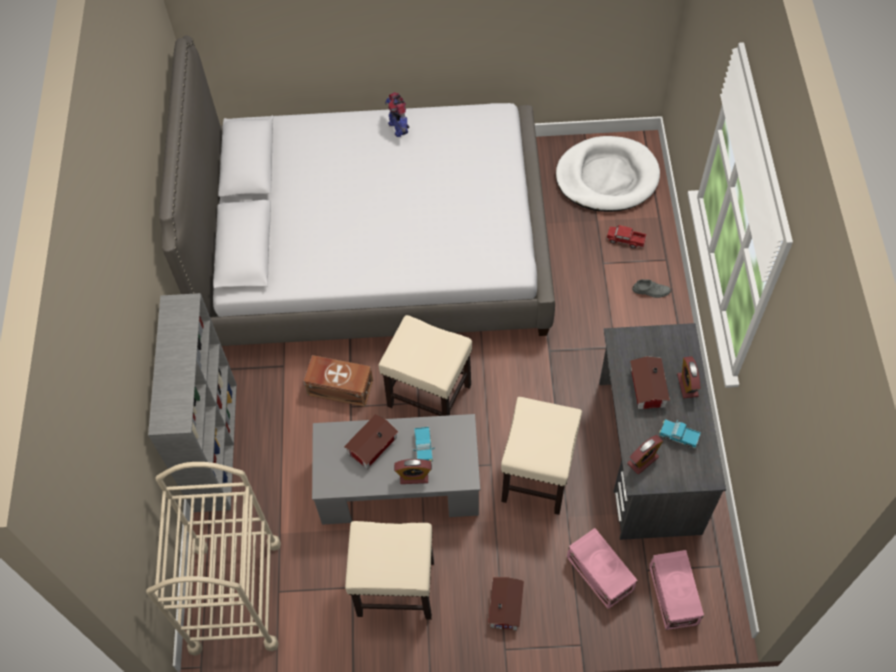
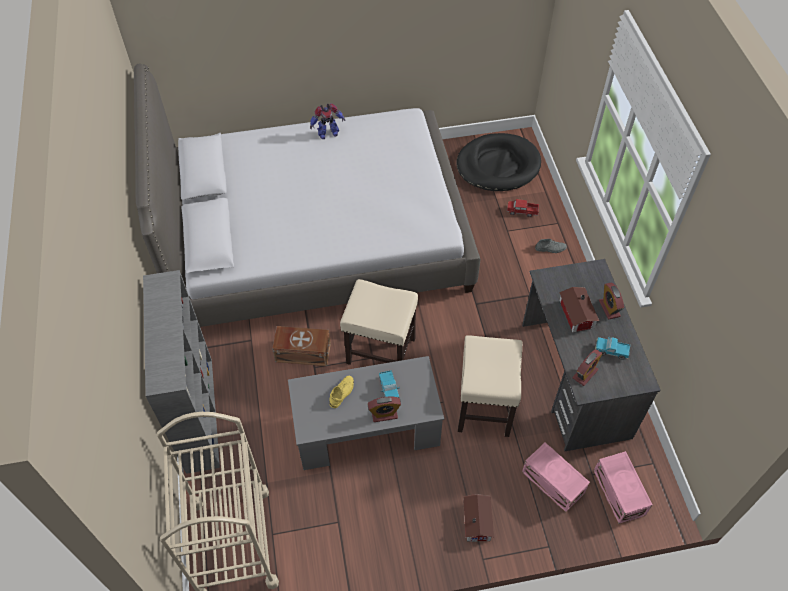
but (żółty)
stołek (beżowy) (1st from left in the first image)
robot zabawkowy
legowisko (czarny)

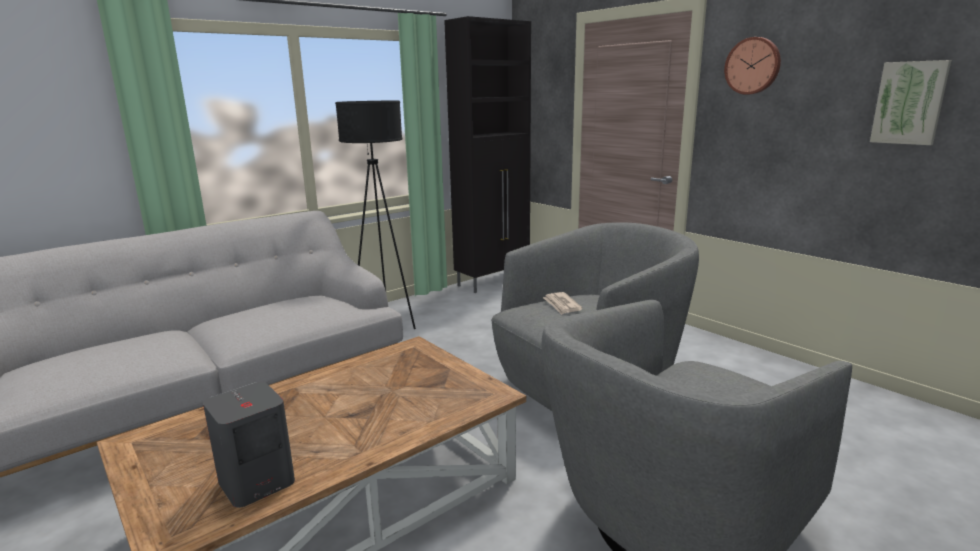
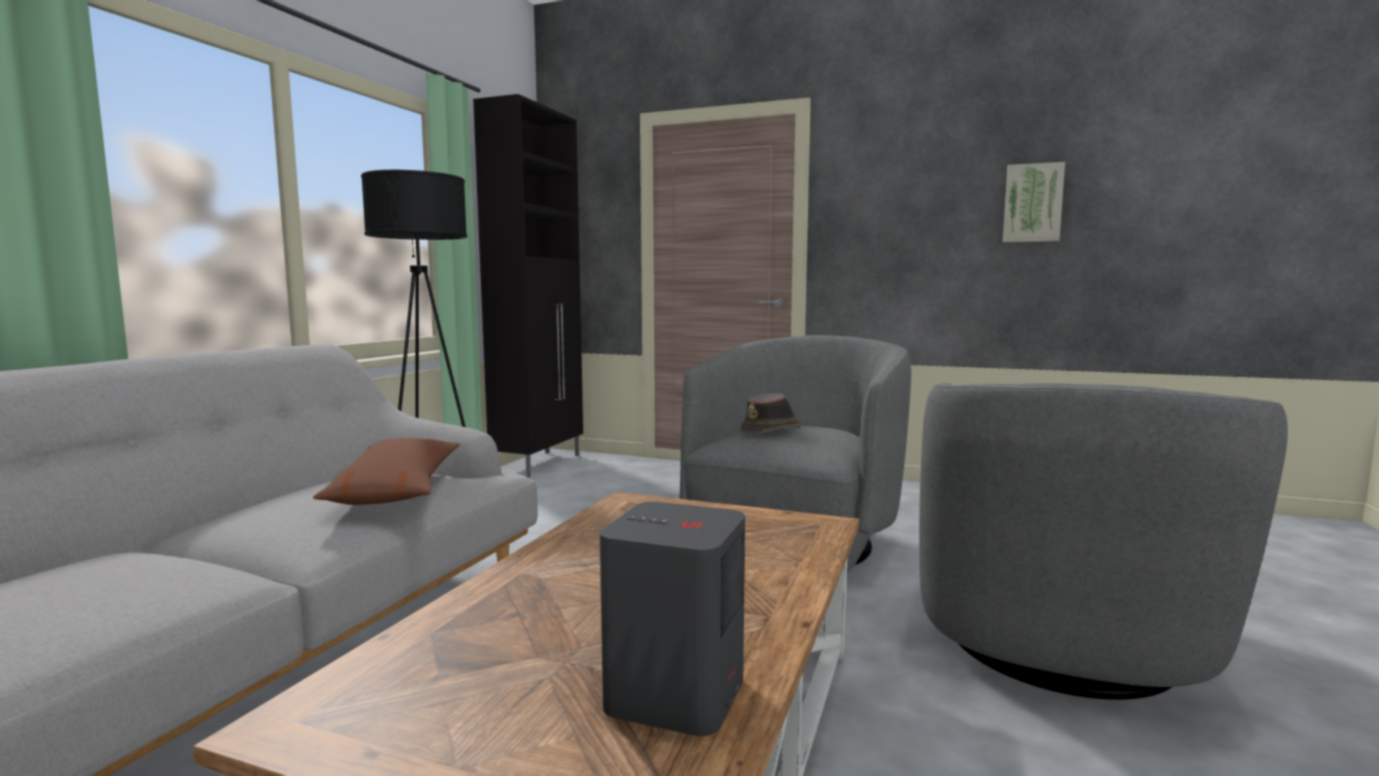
kapelusz (brązowy)
zegar ścienny
poduszka (brązowy)

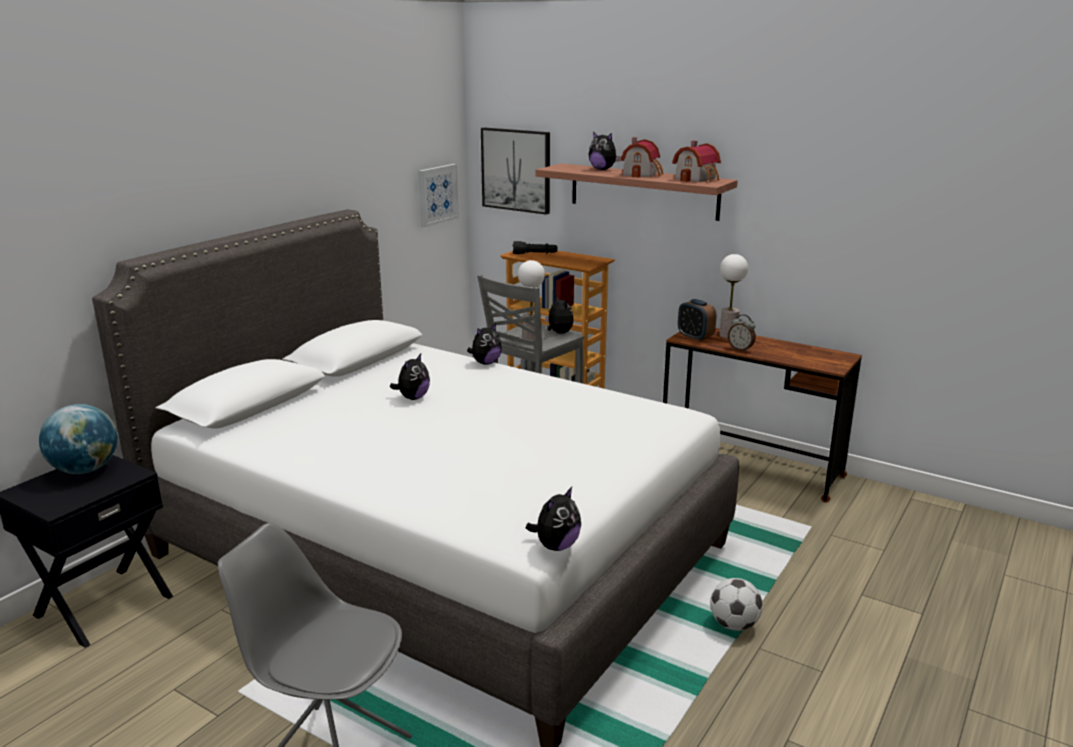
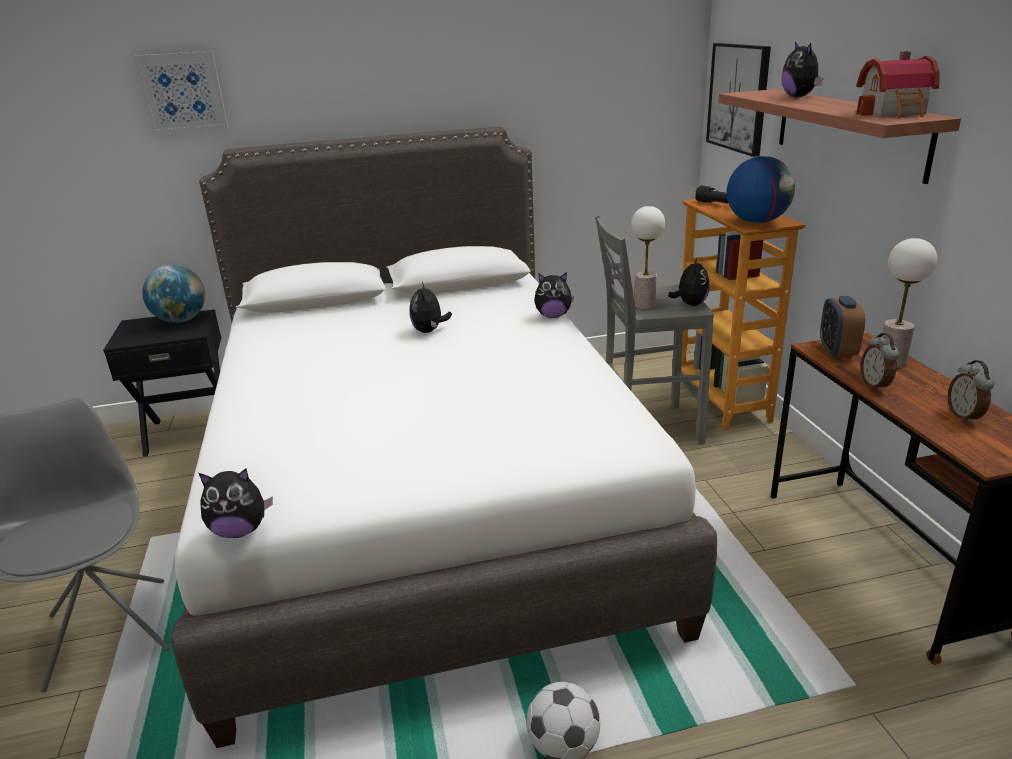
pluszak (2nd from left)
obraz (1st from left)
domek (1st from left in the first image)
globus (2nd from left)
budzik (3rd from left)

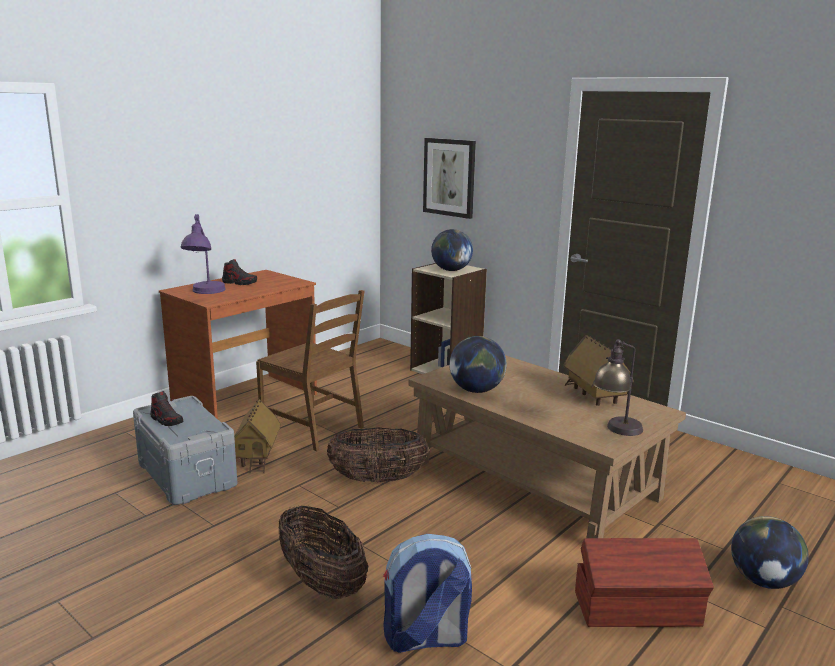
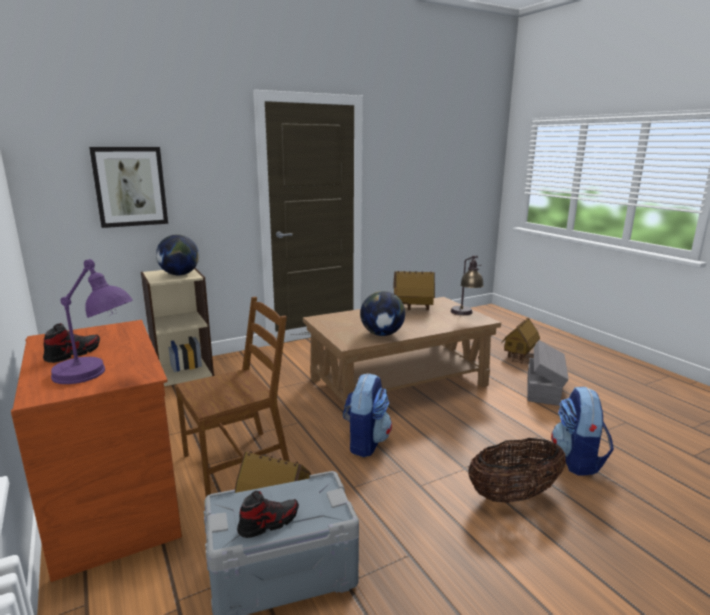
plecak (1st from left)
pojemnik do przechowywania (szary) (2nd from left)
domek (3rd from left)

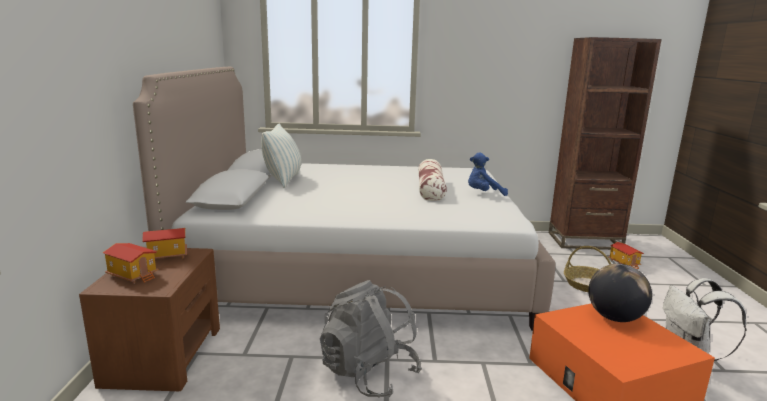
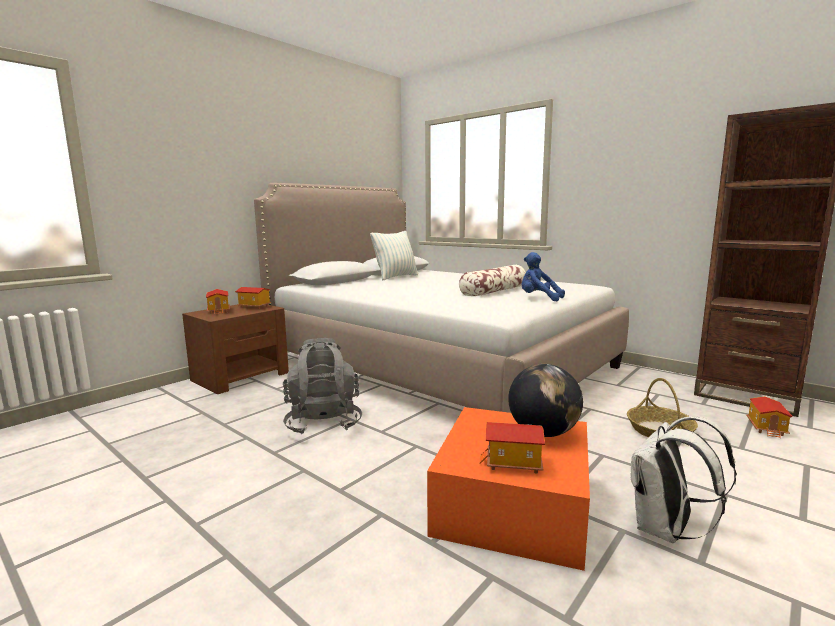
domek (3rd from left)

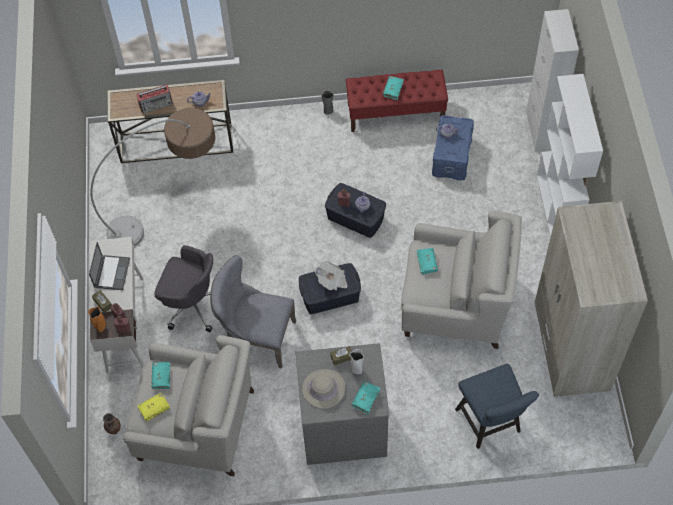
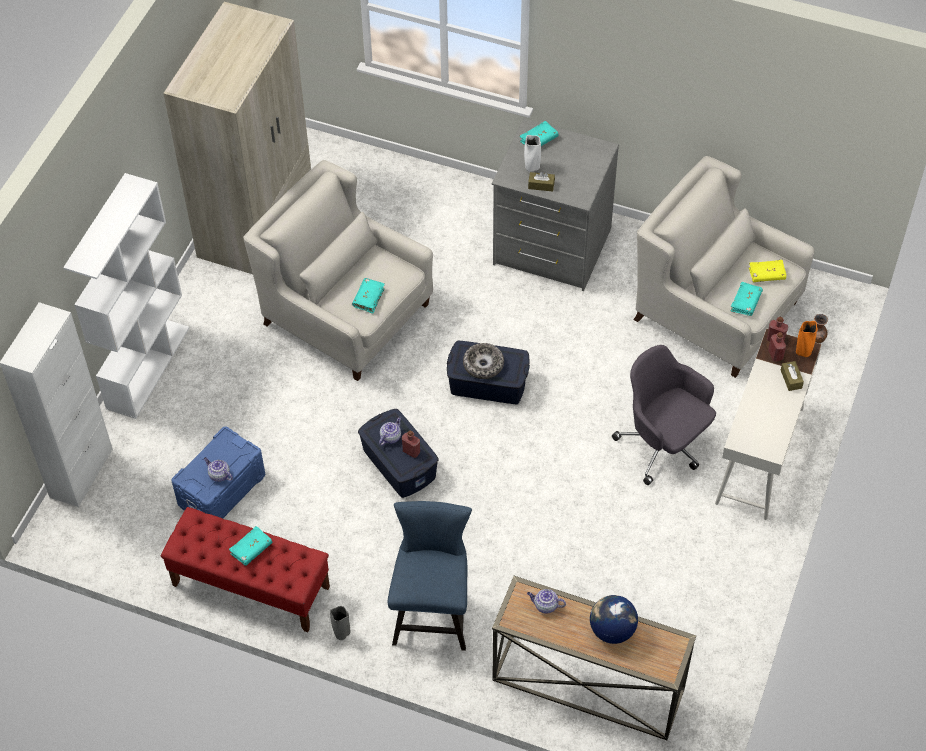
laptop
lampa stojąca
globus
krzesło (szary)
kapelusz (beżowy)
miska
krzesło (niebieski)

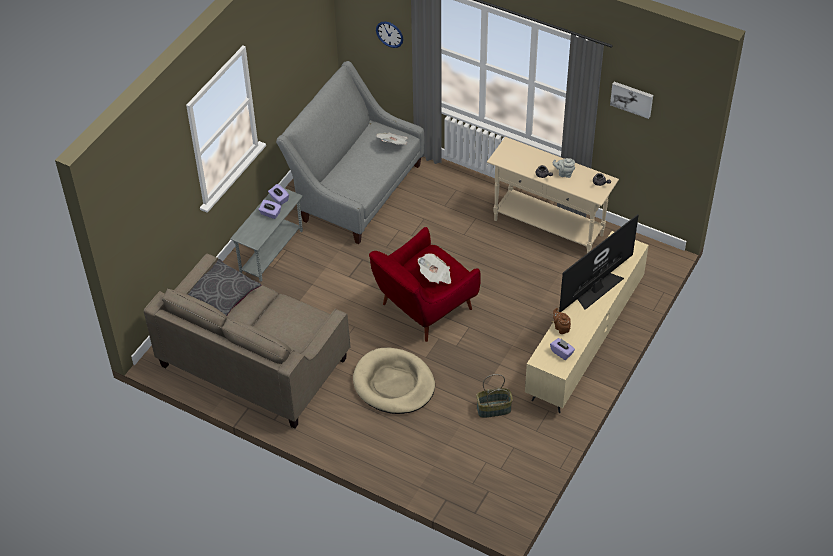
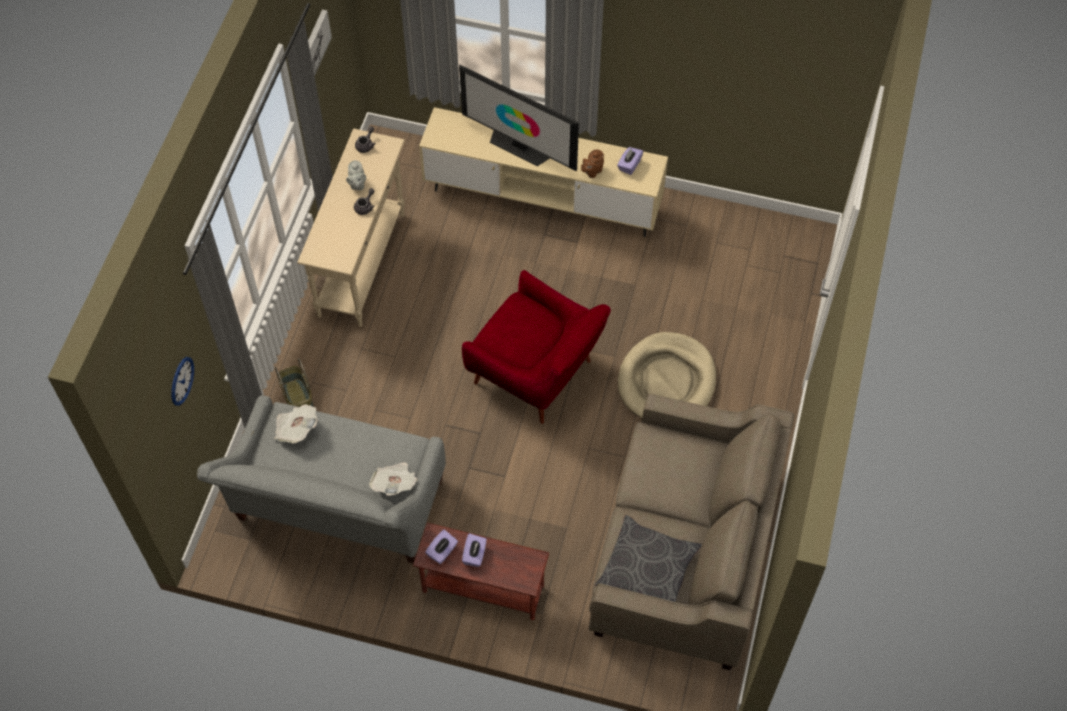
stolik (brązowy)
gazeta (2nd from left)
koszyk

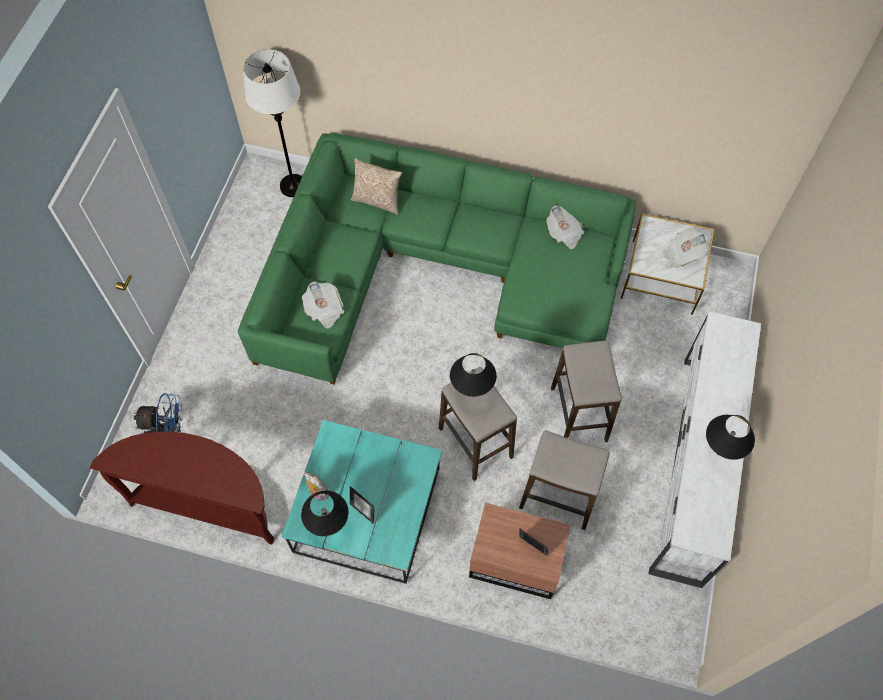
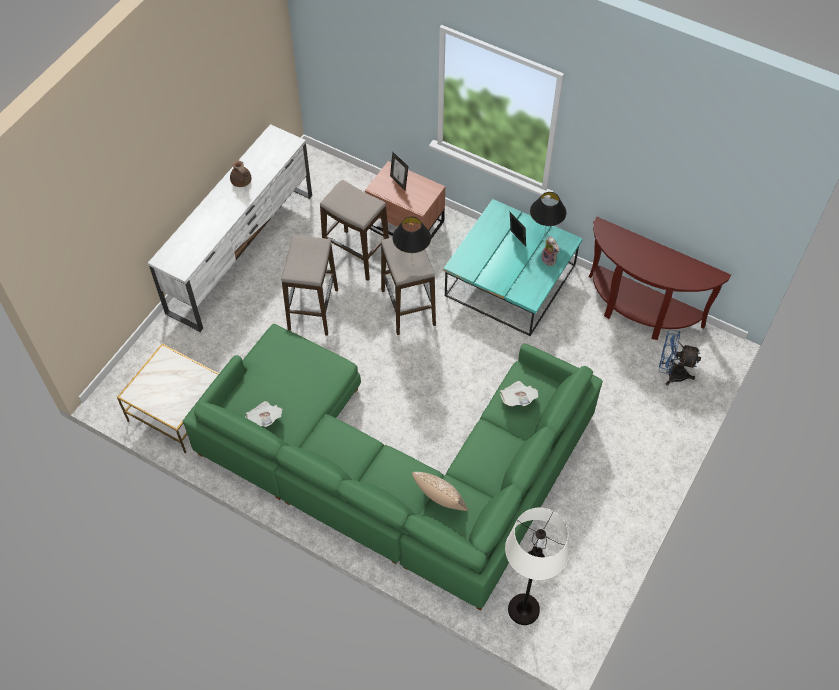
gazeta (3rd from left in the first image)
imbryk (brązowy)

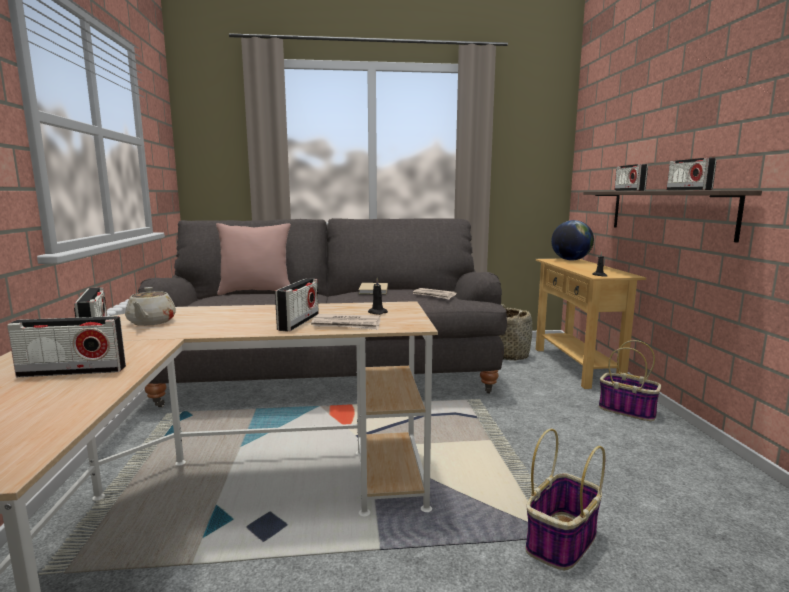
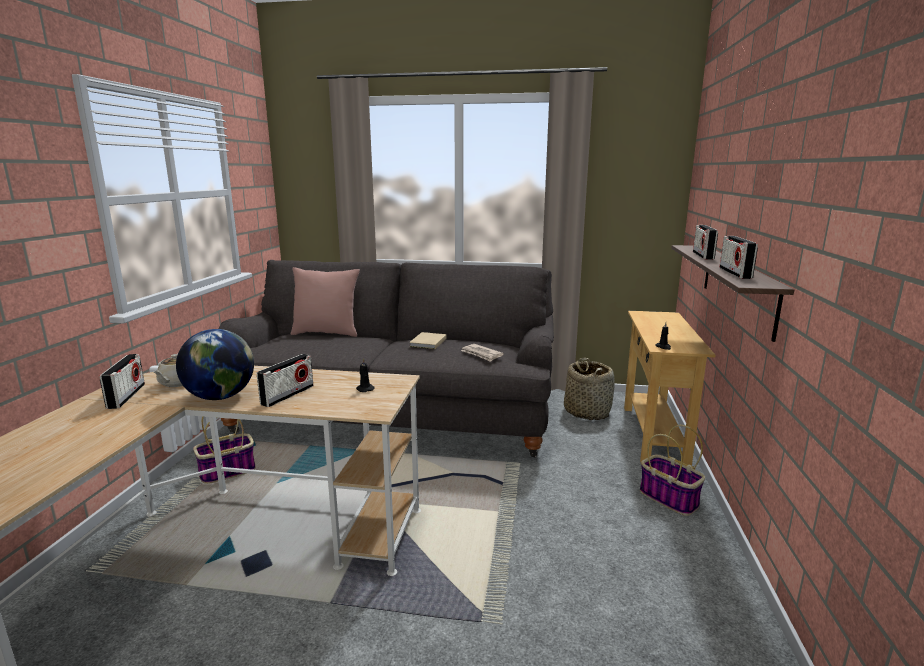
radio (1st from left in the first image)
gazeta (1st from left in the first image)
koszyk (1st from left)
globus

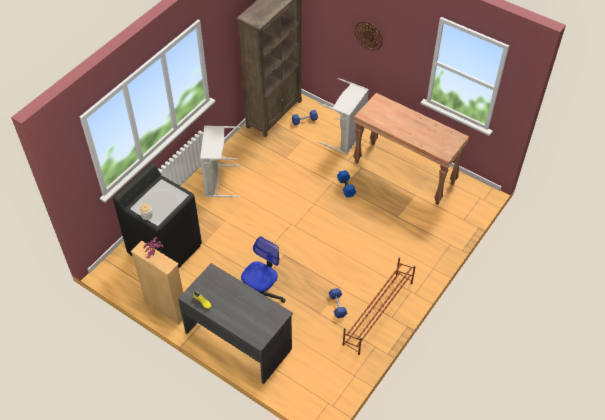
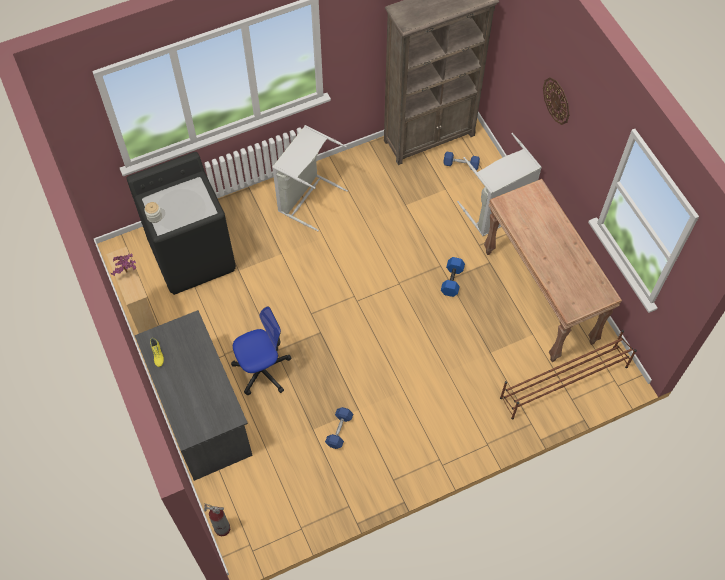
regał na buty (brązowy)
gaśnica

